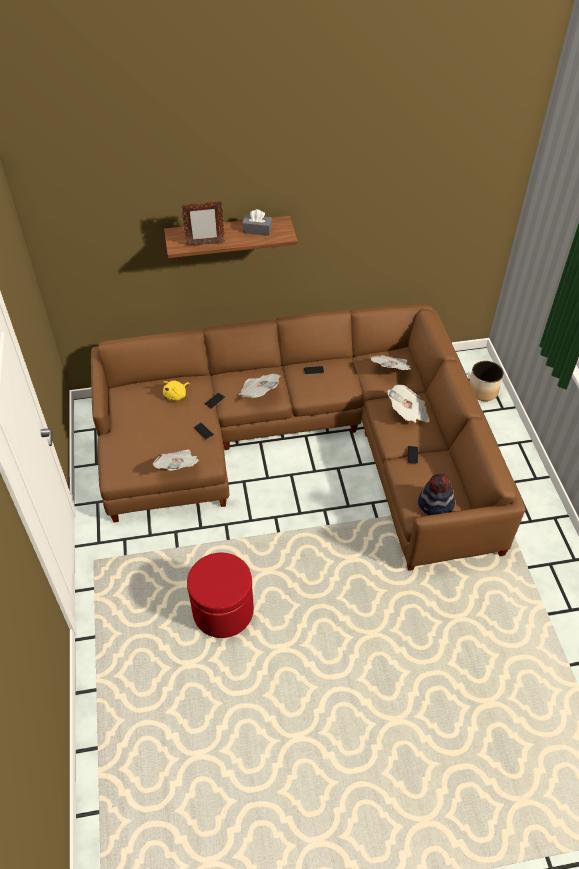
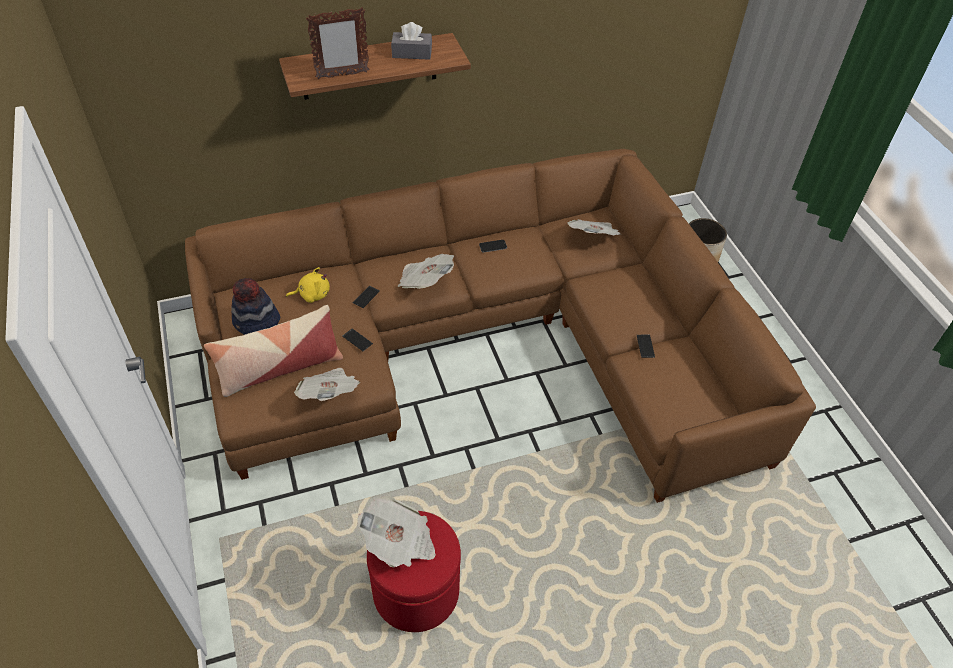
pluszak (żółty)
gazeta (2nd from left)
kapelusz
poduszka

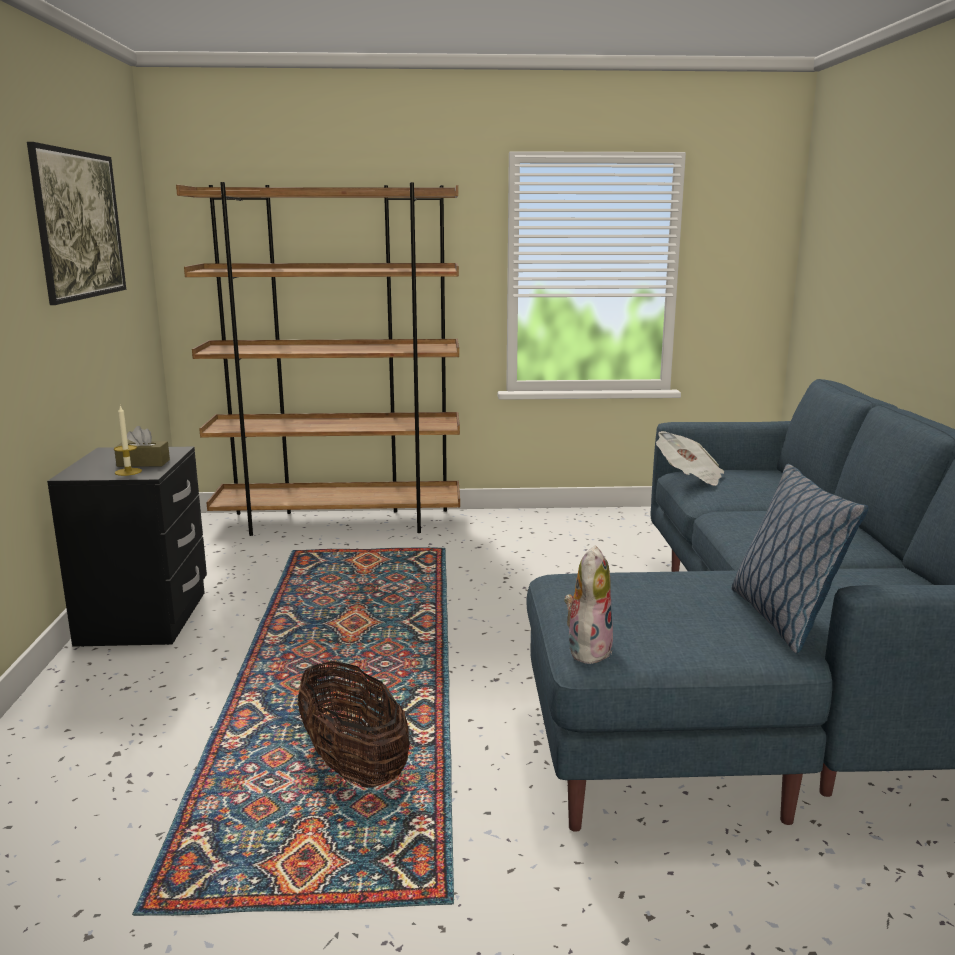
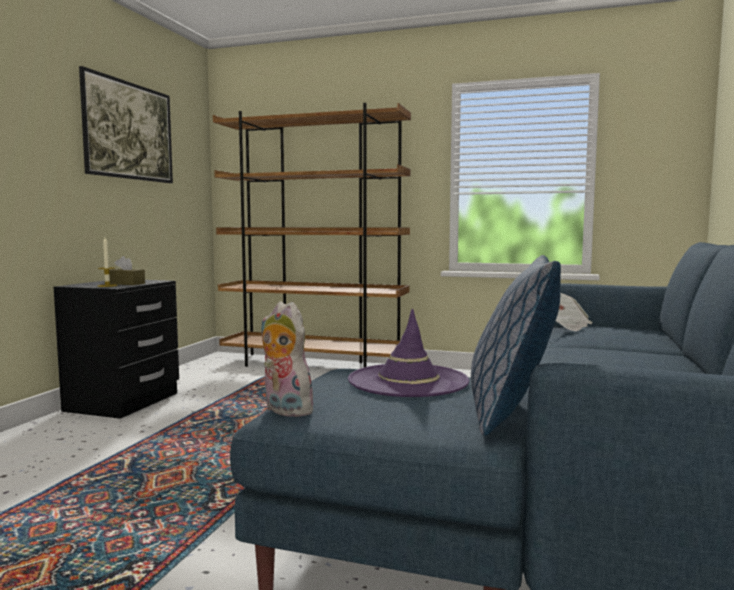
koszyk
pluszak
kapelusz (fioletowy)

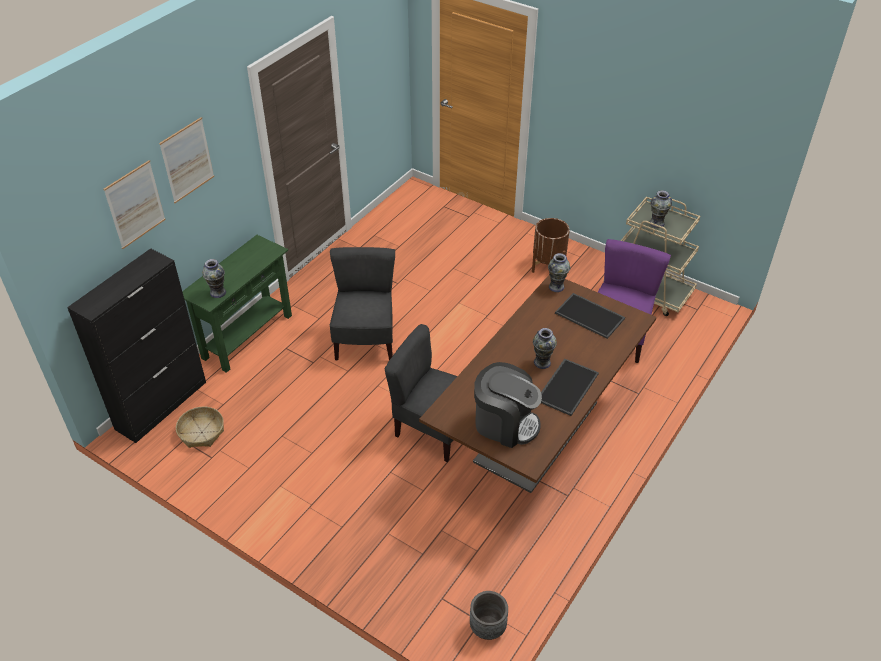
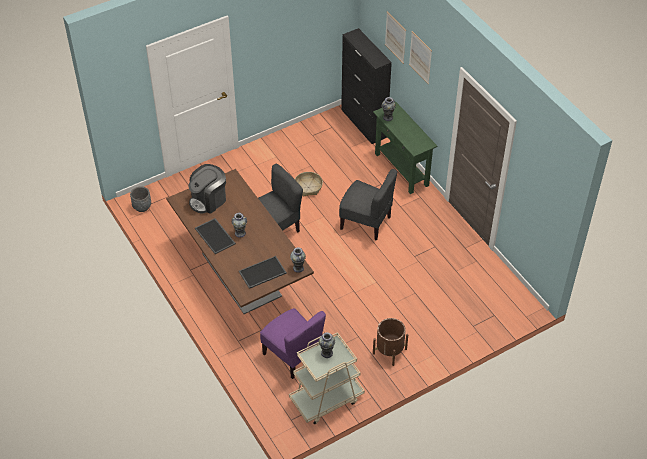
koszyk

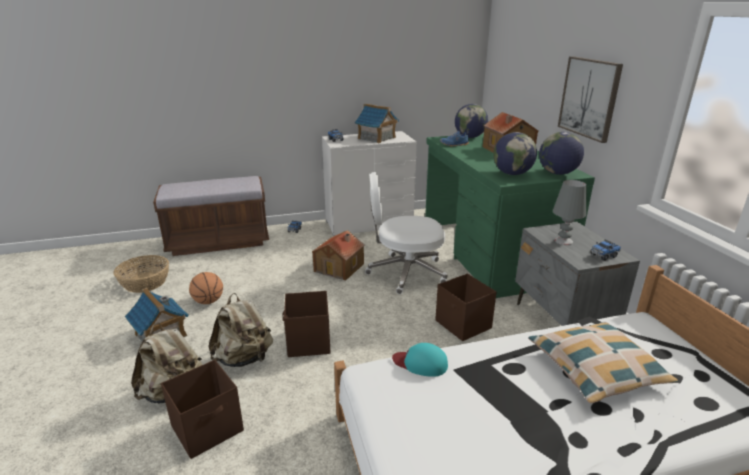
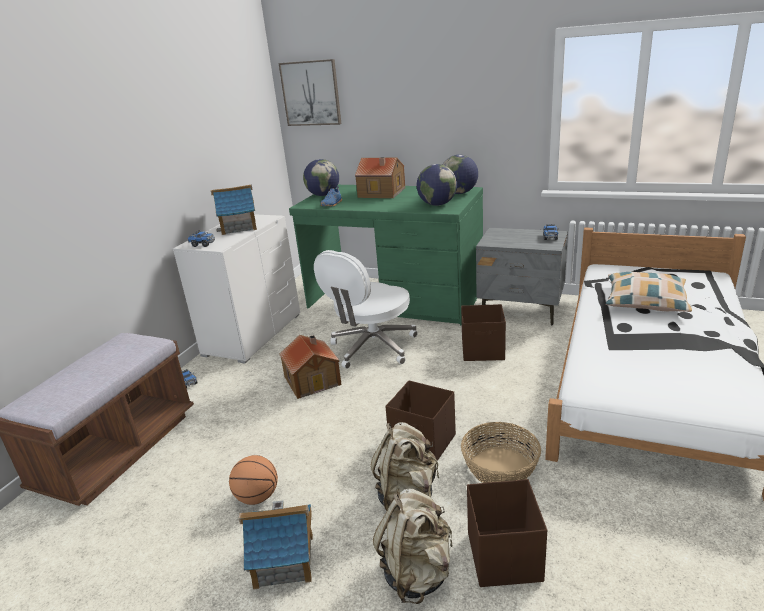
koszyk
czapka z daszkiem (turkusowy)
lampa stołowa (szary)
obraz

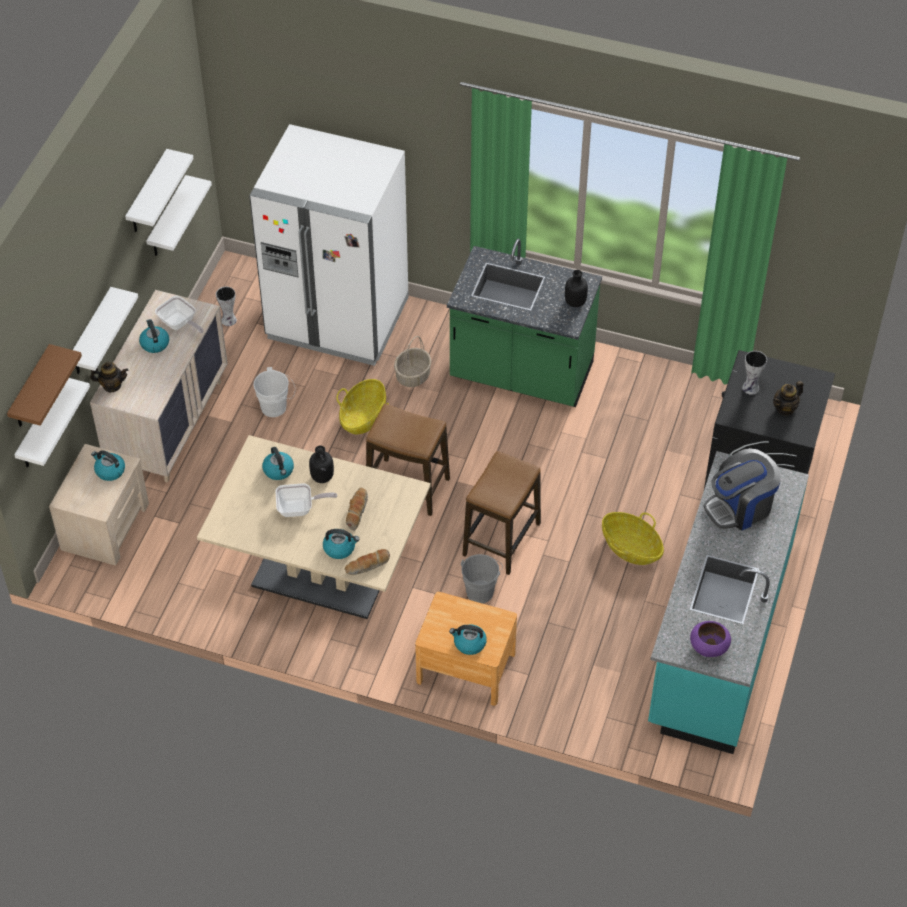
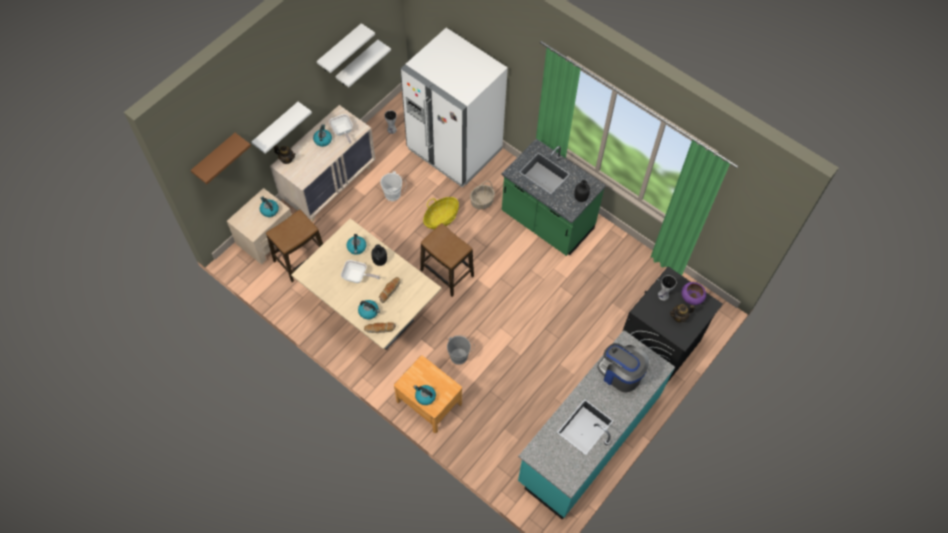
półka (biały) (1st from left in the first image)
stołek (1st from left)
koszyk (3rd from left in the first image)
miska (fioletowy)
ekspres do kawy

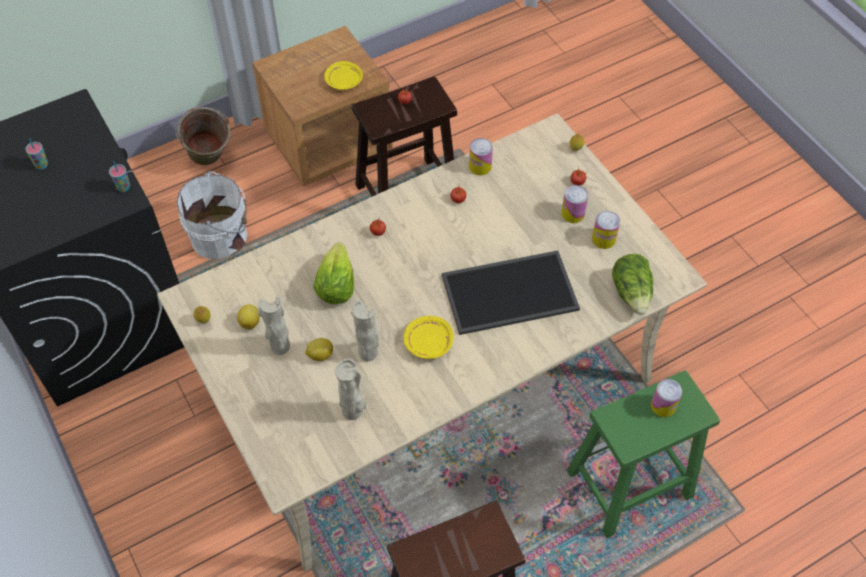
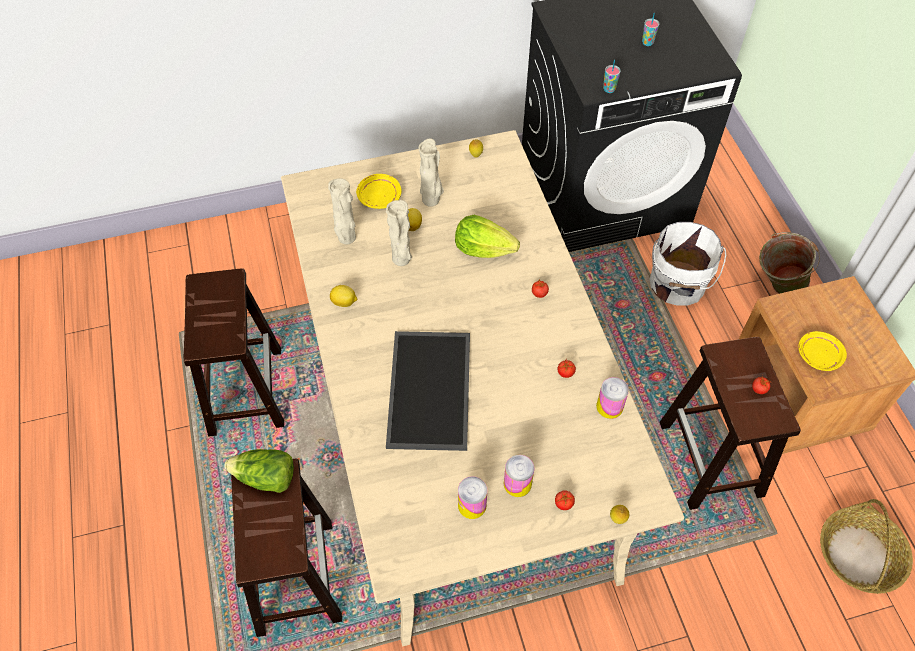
cytryna (1st from left)
talerz (żółty) (1st from left)
stołek (brązowy) (2nd from left)
sałata (1st from left)
puszka (4th from left in the first image)
koszyk

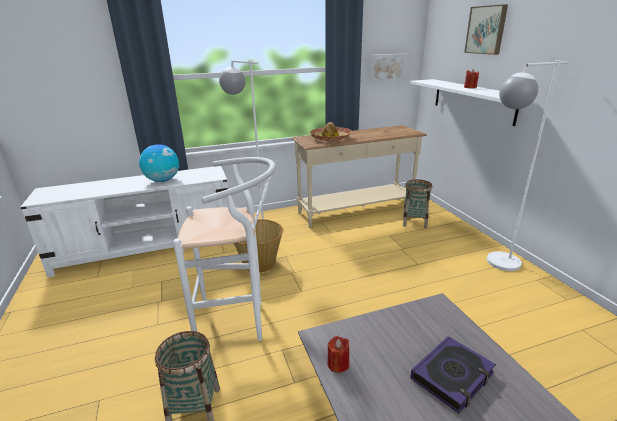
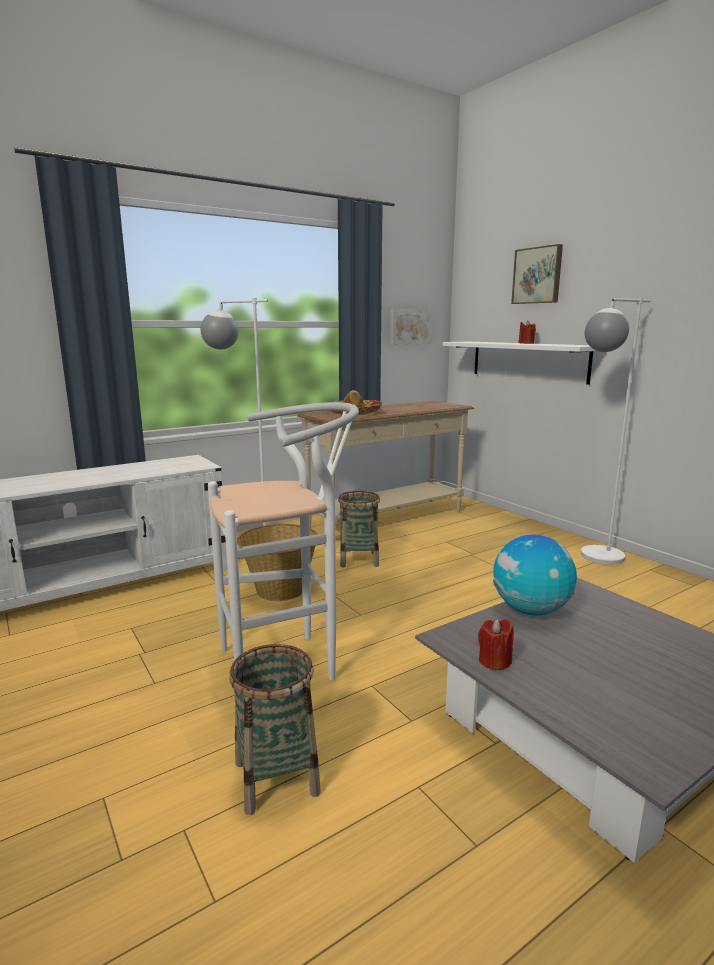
globus
koszyk (3rd from left)
książka

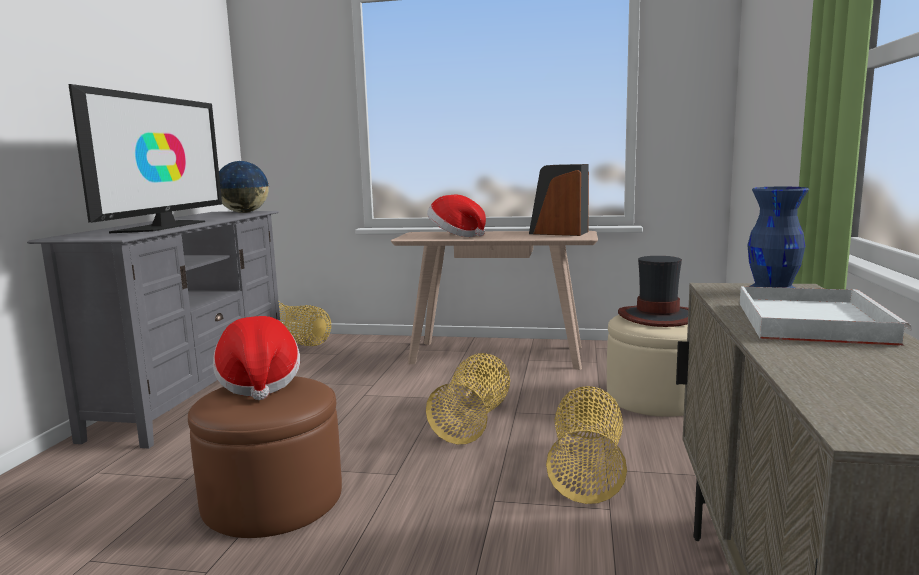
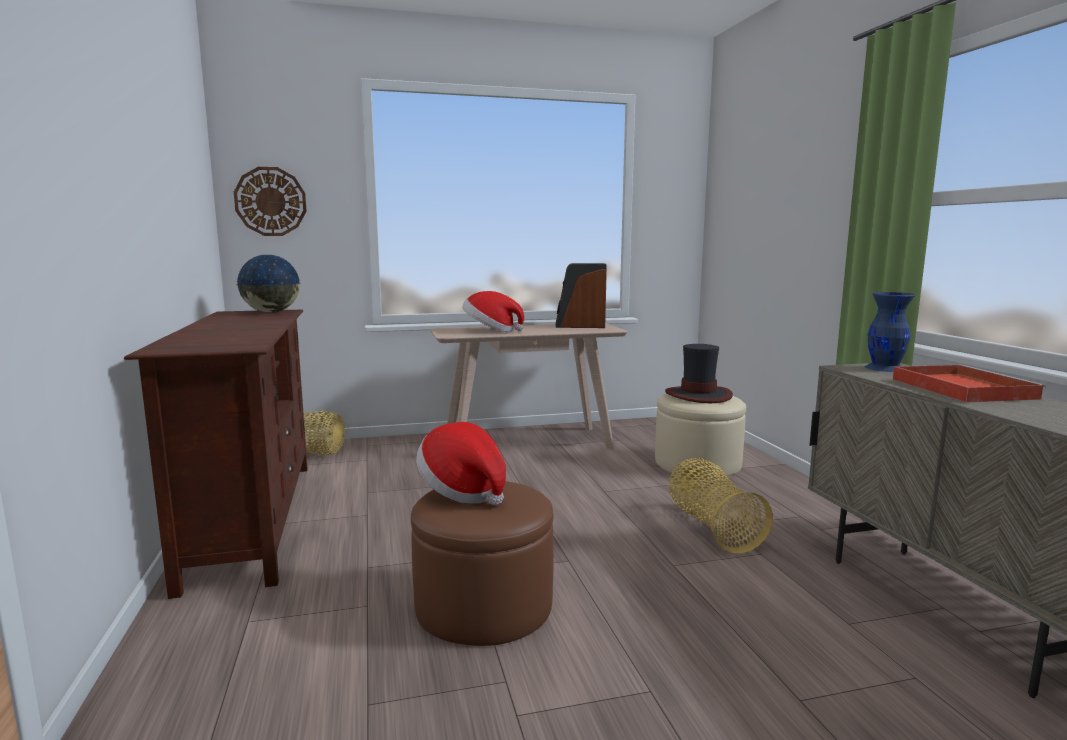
szafka pod telewizor (brązowy)
telewizor
koszyk (2nd from left in the first image)
taca (czerwony)
zegar ścienny

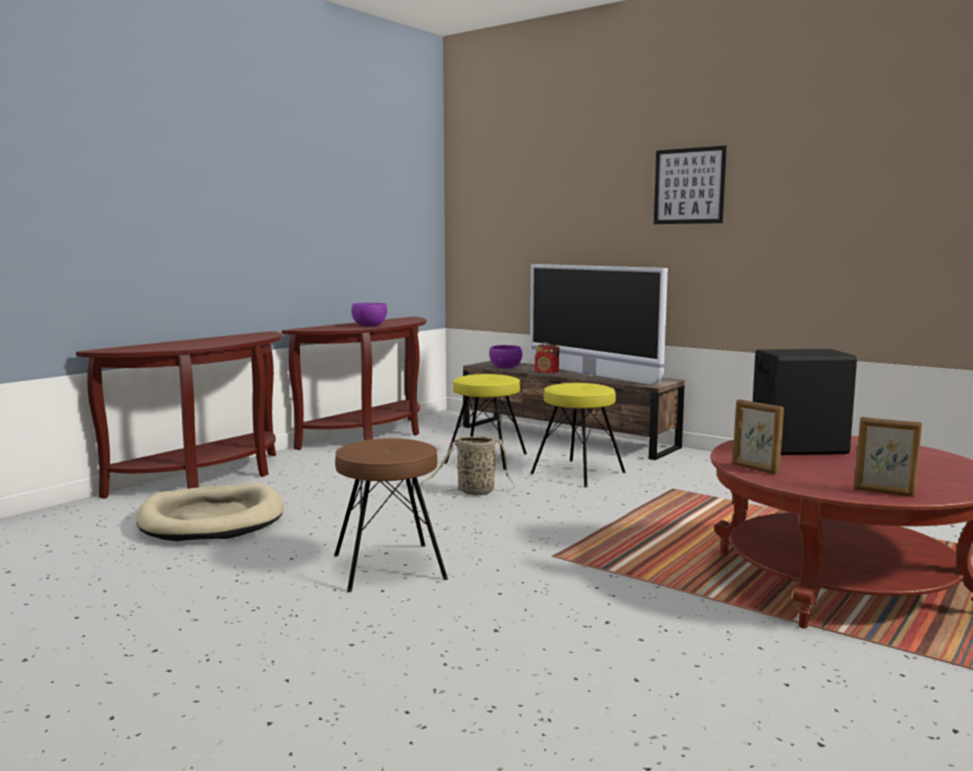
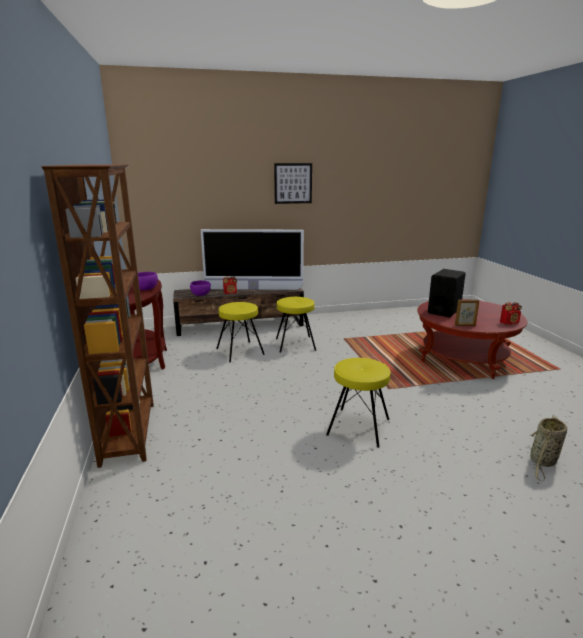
regał (brązowy)
legowisko (beżowy)
stołek (żółty) (3rd from left)
koszyk
radio (2nd from left)

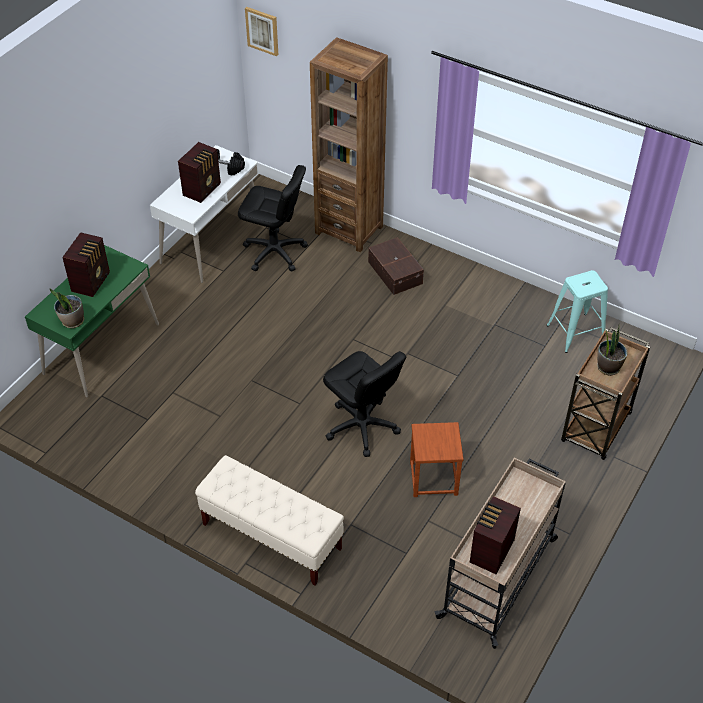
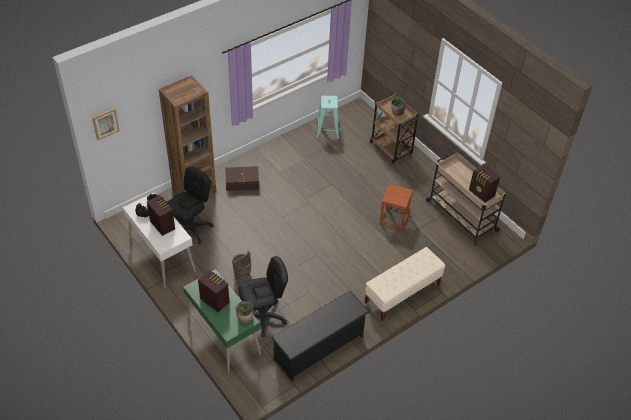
krzesło biurowe (czarny) (2nd from left)
wiadro (brązowy)
regał na buty (czarny)

